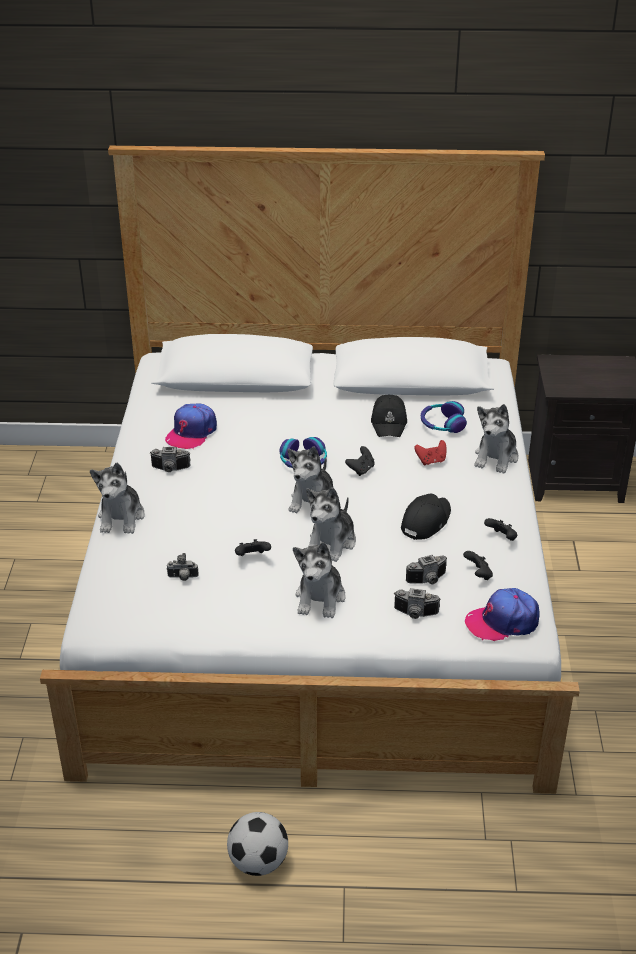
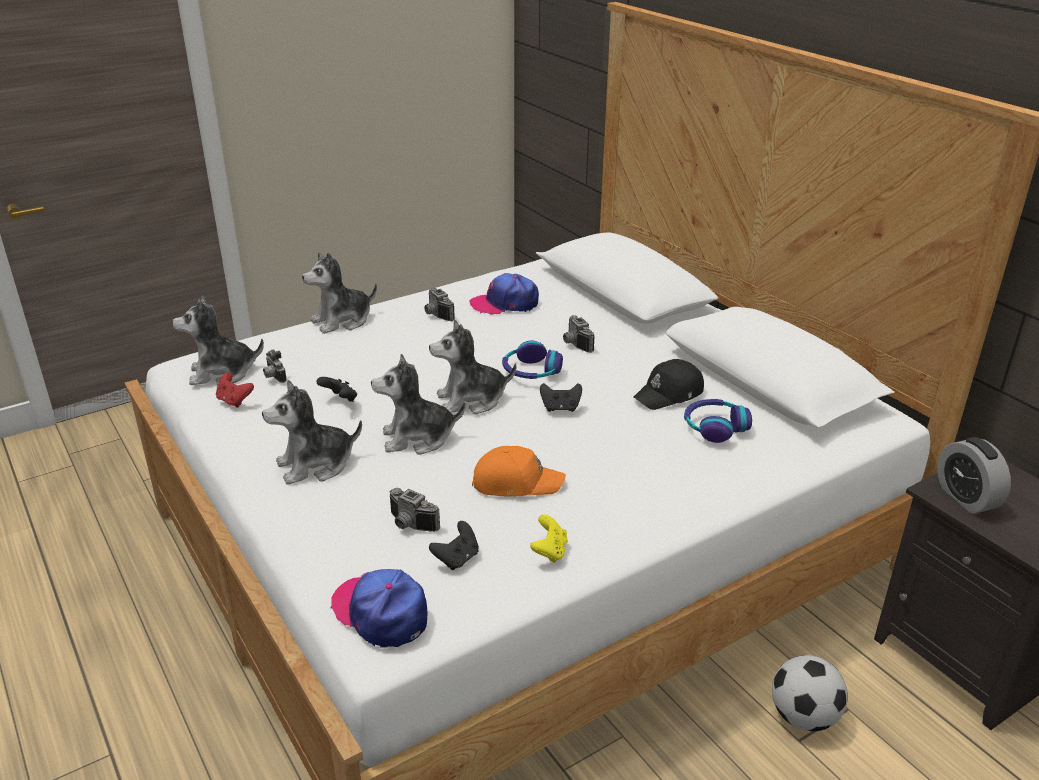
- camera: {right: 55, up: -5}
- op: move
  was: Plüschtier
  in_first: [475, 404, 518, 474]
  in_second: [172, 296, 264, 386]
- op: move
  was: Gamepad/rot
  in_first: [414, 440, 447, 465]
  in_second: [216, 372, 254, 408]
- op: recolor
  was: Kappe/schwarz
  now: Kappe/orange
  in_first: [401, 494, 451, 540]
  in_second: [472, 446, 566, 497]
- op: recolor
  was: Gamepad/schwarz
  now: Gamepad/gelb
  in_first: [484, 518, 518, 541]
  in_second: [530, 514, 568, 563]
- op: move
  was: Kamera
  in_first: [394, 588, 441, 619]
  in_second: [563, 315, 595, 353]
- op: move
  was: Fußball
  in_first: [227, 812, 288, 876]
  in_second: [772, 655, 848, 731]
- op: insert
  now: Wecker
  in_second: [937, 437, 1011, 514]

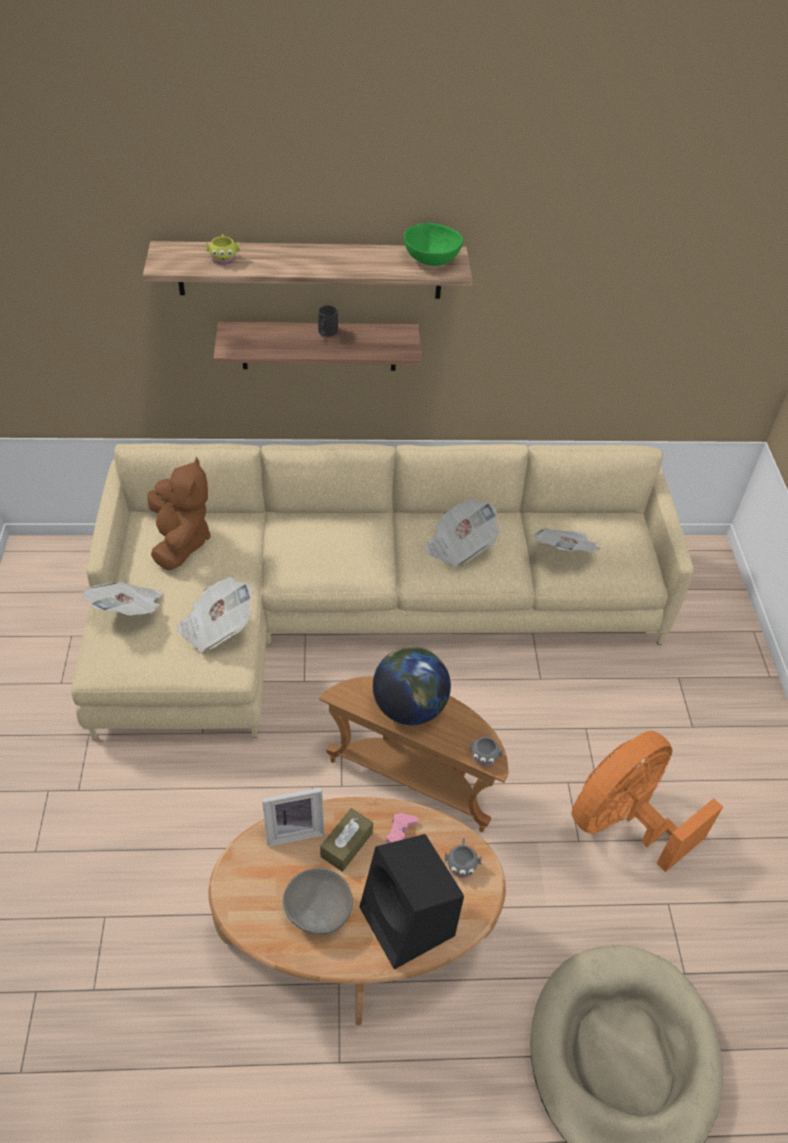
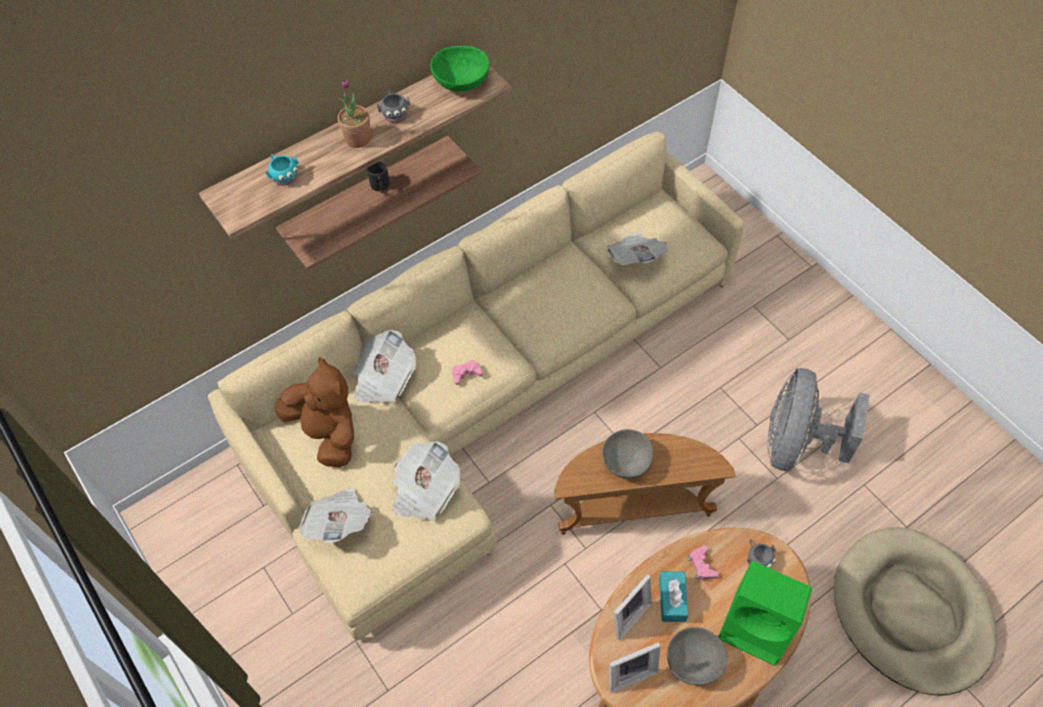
- camera: {right: -30, up: 10}
- op: recolor
  was: Henkelbecher/gelb
  now: Henkelbecher/türkis
  in_first: [206, 234, 239, 265]
  in_second: [266, 154, 299, 186]
- op: insert
  now: Topfpflanze
  in_second: [338, 79, 371, 148]
- op: move
  was: Zeitung
  in_first: [424, 499, 499, 568]
  in_second: [353, 330, 416, 404]
- op: move
  was: Henkelbecher/grau
  in_first: [469, 732, 503, 766]
  in_second: [377, 90, 410, 122]
- op: insert
  now: Gamepad/rosa
  in_second: [452, 360, 483, 385]
- op: replace
  was: Globus
  now: Schüssel/grau
  in_first: [373, 647, 451, 725]
  in_second: [602, 429, 653, 479]
- op: insert
  now: Bilderrahmen
  in_second: [609, 642, 660, 693]
- op: recolor
  was: Taschentuchbox/braun
  now: Taschentuchbox/türkis
  in_first: [320, 808, 373, 872]
  in_second: [659, 571, 688, 622]
- op: recolor
  was: Lautsprecher/schwarz
  now: Lautsprecher/grün
  in_first: [360, 834, 464, 969]
  in_second: [718, 561, 812, 666]
- op: recolor
  was: Ventilator/orange
  now: Ventilator/grau
  in_first: [572, 731, 723, 872]
  in_second: [768, 368, 870, 471]

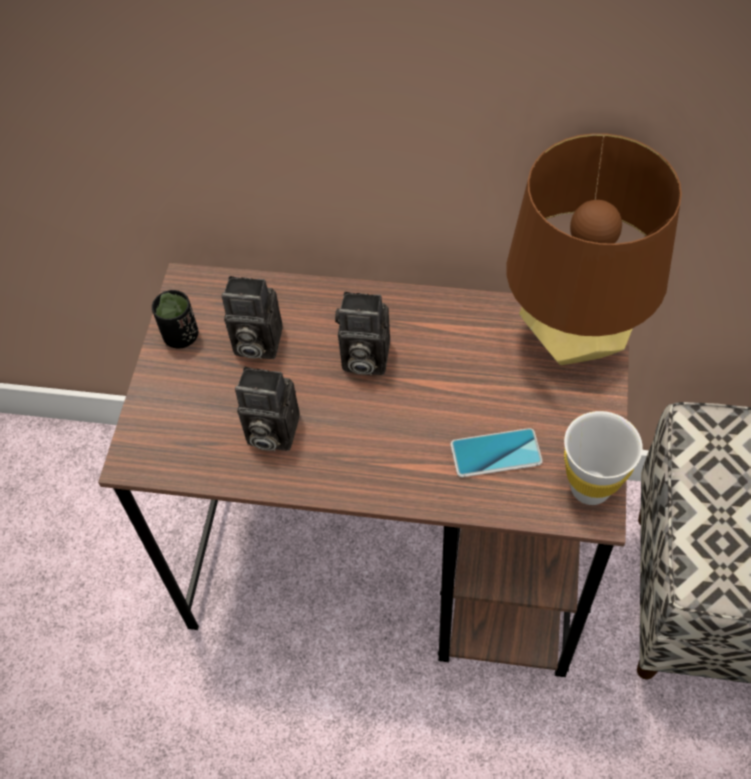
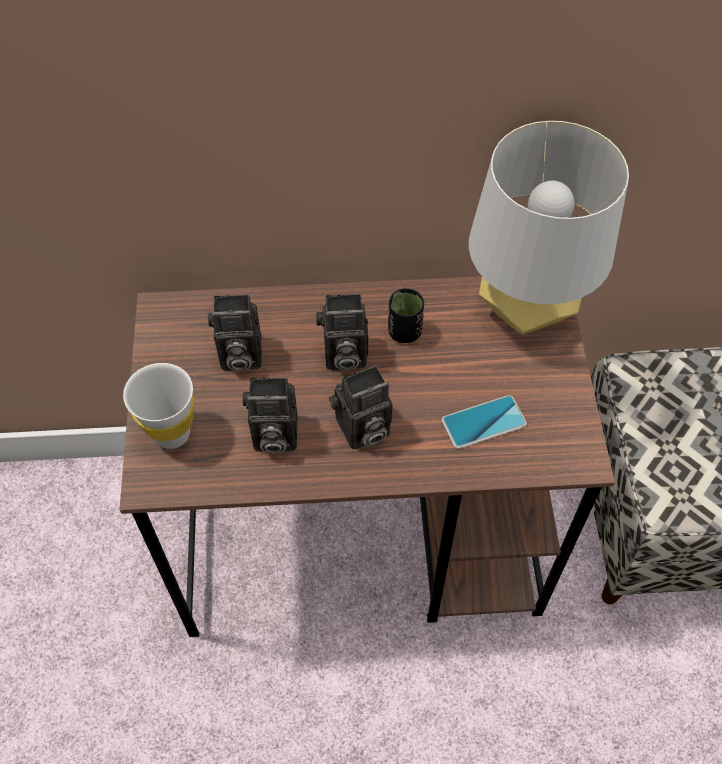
- camera: {right: -15, up: 0}
- op: move
  was: Tasse/weiß
  in_first: [564, 411, 643, 505]
  in_second: [123, 363, 194, 449]
- op: insert
  now: Kamera
  in_second: [329, 366, 393, 449]
- op: move
  was: Tasse/schwarz
  in_first: [152, 290, 198, 349]
  in_second: [388, 288, 425, 343]
- op: recolor
  was: Tischlampe/braun
  now: Tischlampe/grau
  in_first: [506, 133, 682, 365]
  in_second: [469, 121, 629, 335]

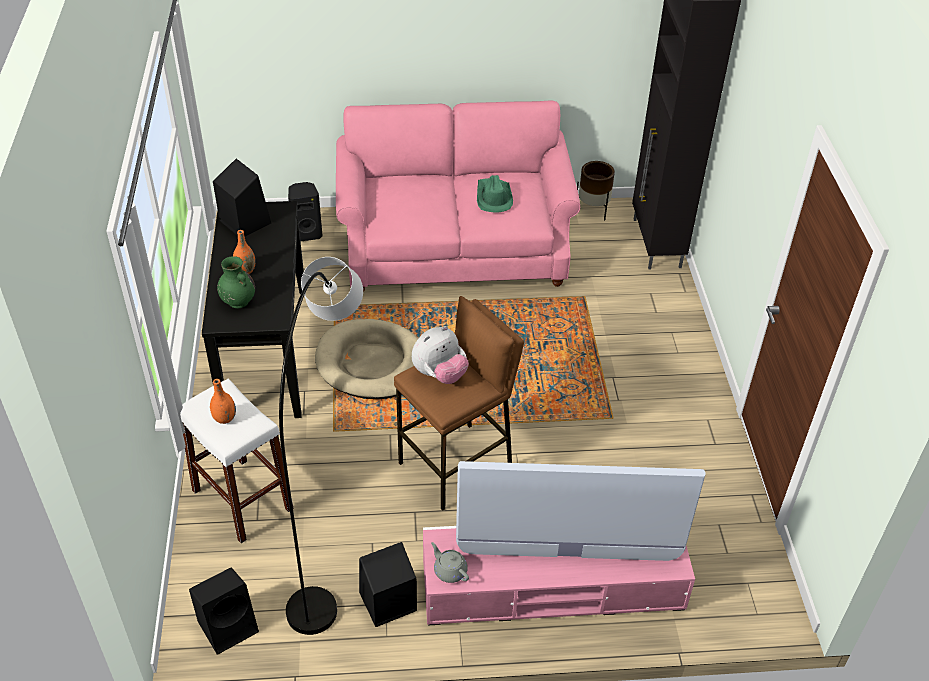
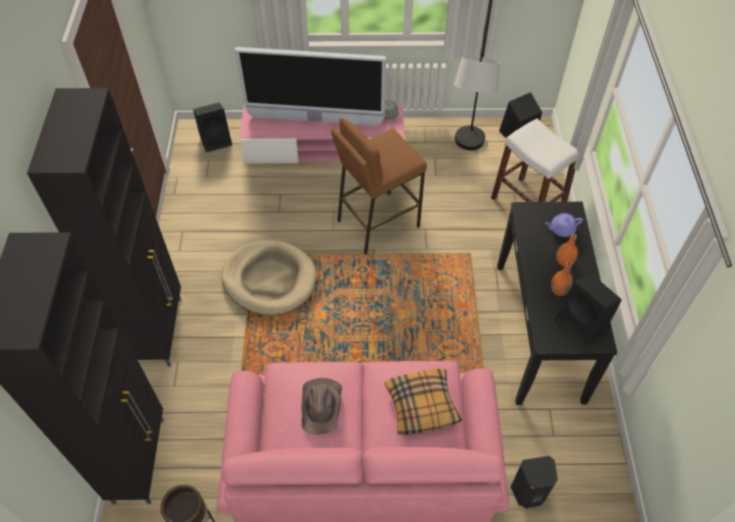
- camera: {right: -175, up: 10}
- op: insert
  now: Schrank/schwarz
  in_second: [27, 88, 181, 367]
- op: move
  was: Lautsprecher/schwarz
  in_first: [359, 542, 417, 627]
  in_second: [193, 103, 232, 152]
- op: move
  was: Hundebett/beige
  in_first: [315, 319, 419, 399]
  in_second: [221, 240, 317, 315]
- op: recolor
  was: Hut/grün
  now: Hut/braun
  in_first: [477, 175, 513, 213]
  in_second: [302, 378, 342, 435]
- op: insert
  now: Kissen
  in_second: [384, 369, 462, 435]
- op: replace
  was: Vase/grün
  now: Teekanne/lila
  in_first: [217, 256, 255, 308]
  in_second: [545, 213, 583, 237]
- op: move
  was: Vase/orange
  in_first: [210, 379, 236, 424]
  in_second: [551, 261, 573, 296]
- op: delete
  was: Plüschtier
  in_first: [412, 326, 469, 384]

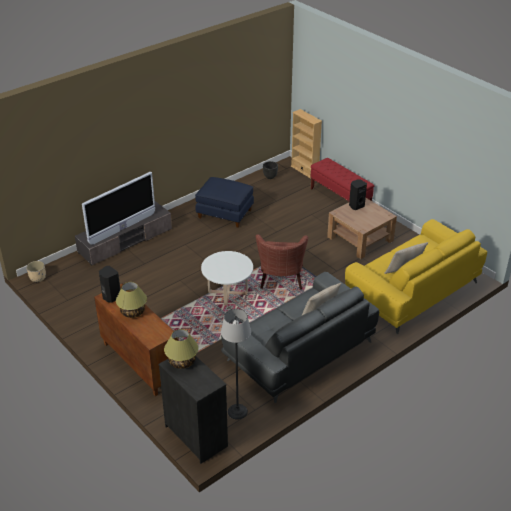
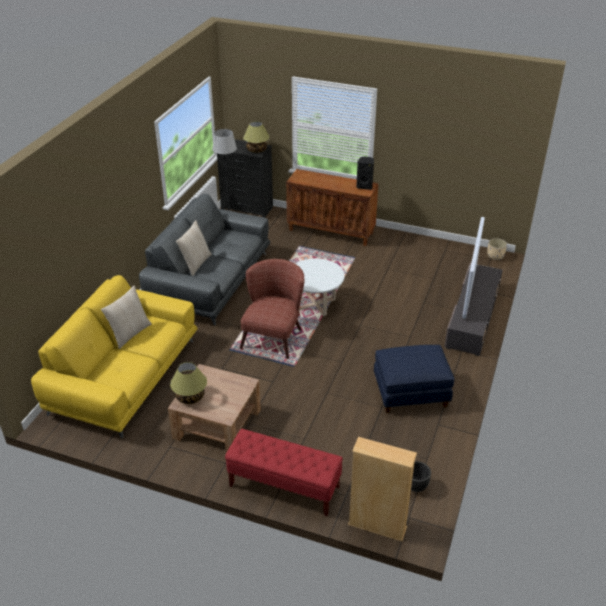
- camera: {right: 150, up: 0}
- op: move
  was: Tischlampe
  in_first: [116, 282, 147, 318]
  in_second: [170, 362, 207, 404]
- op: rotate
  was: Sessel/braun
  in_first: [256, 234, 308, 290]
  in_second: [240, 259, 304, 359]
  clockwise: 45
- op: delete
  was: Lautsprecher/schwarz
  in_first: [349, 180, 367, 210]

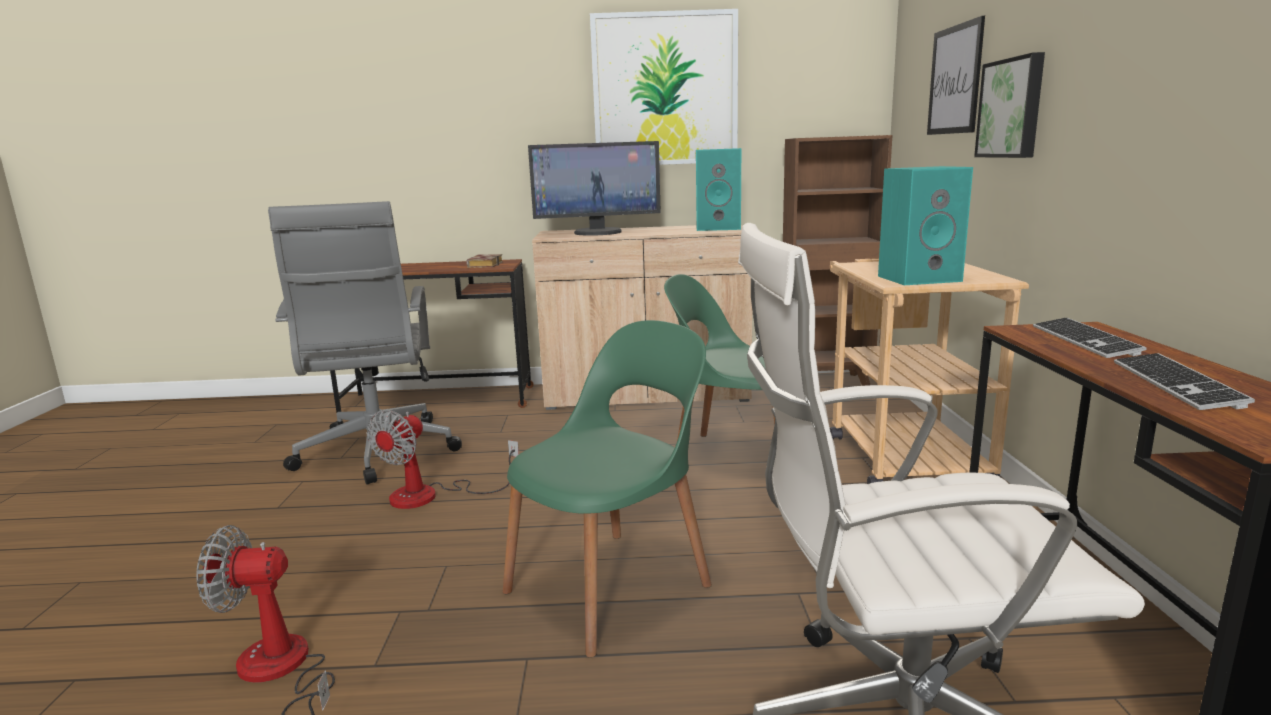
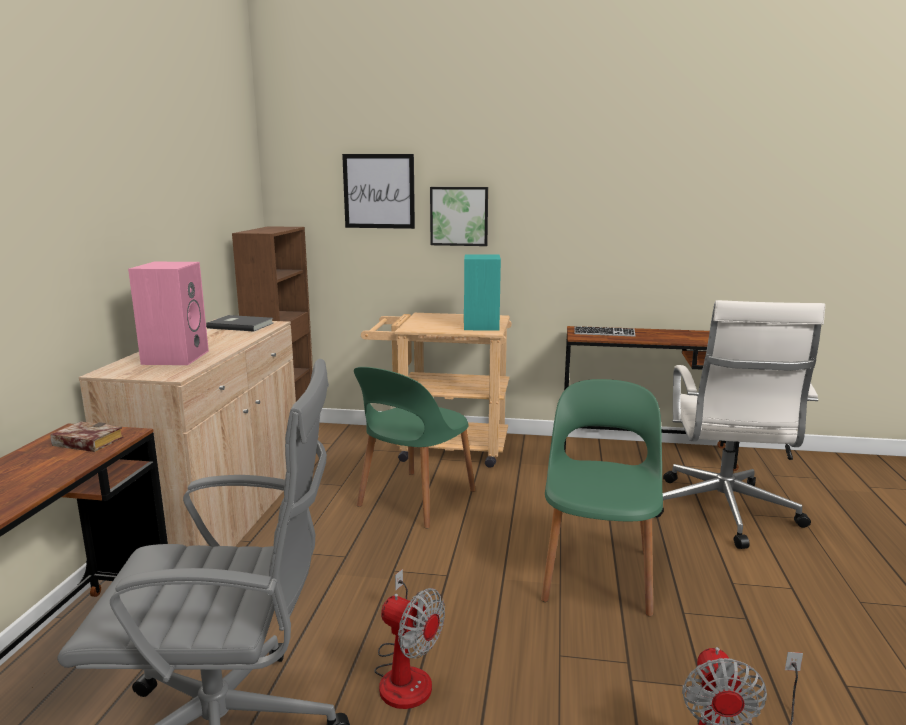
- camera: {right: -80, up: 0}
- op: replace
  was: Monitor
  now: Lautsprecher/rosa
  in_first: [528, 141, 661, 236]
  in_second: [128, 262, 209, 365]
- op: replace
  was: Lautsprecher/türkis
  now: Buch/grau
  in_first: [696, 148, 741, 231]
  in_second: [206, 315, 273, 332]
- op: rotate
  was: Stuhl/grün
  in_first: [503, 320, 712, 658]
  in_second: [541, 379, 663, 617]
  clockwise: 45
- op: delete
  was: Bild
  in_first: [590, 9, 738, 165]
- op: delete
  was: Tastatur
  in_first: [1114, 353, 1255, 410]

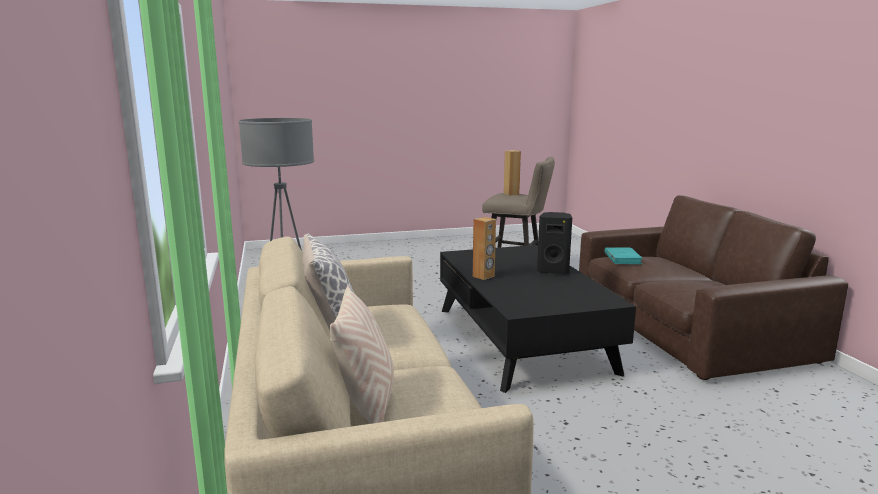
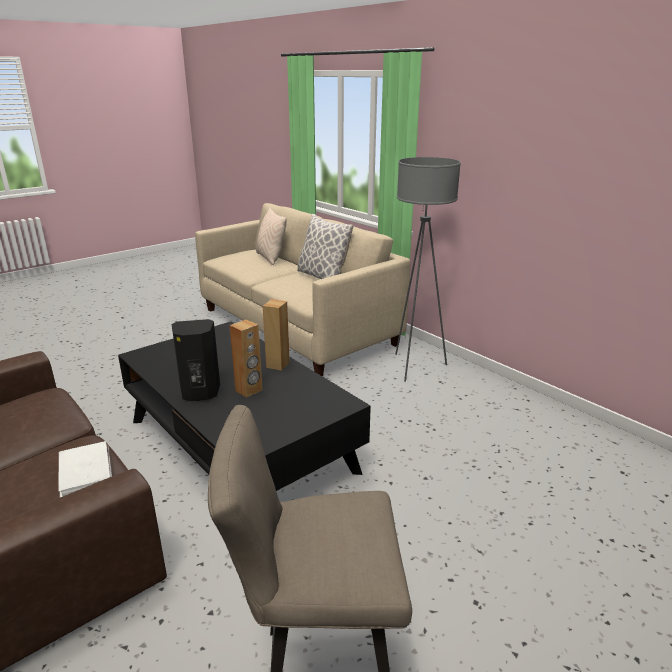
- camera: {right: 155, up: 10}
- op: recolor
  was: Buch/türkis
  now: Buch/weiß
  in_first: [604, 247, 642, 264]
  in_second: [58, 441, 112, 497]
- op: move
  was: Lautsprecher/braun
  in_first: [504, 150, 521, 196]
  in_second: [230, 319, 263, 398]

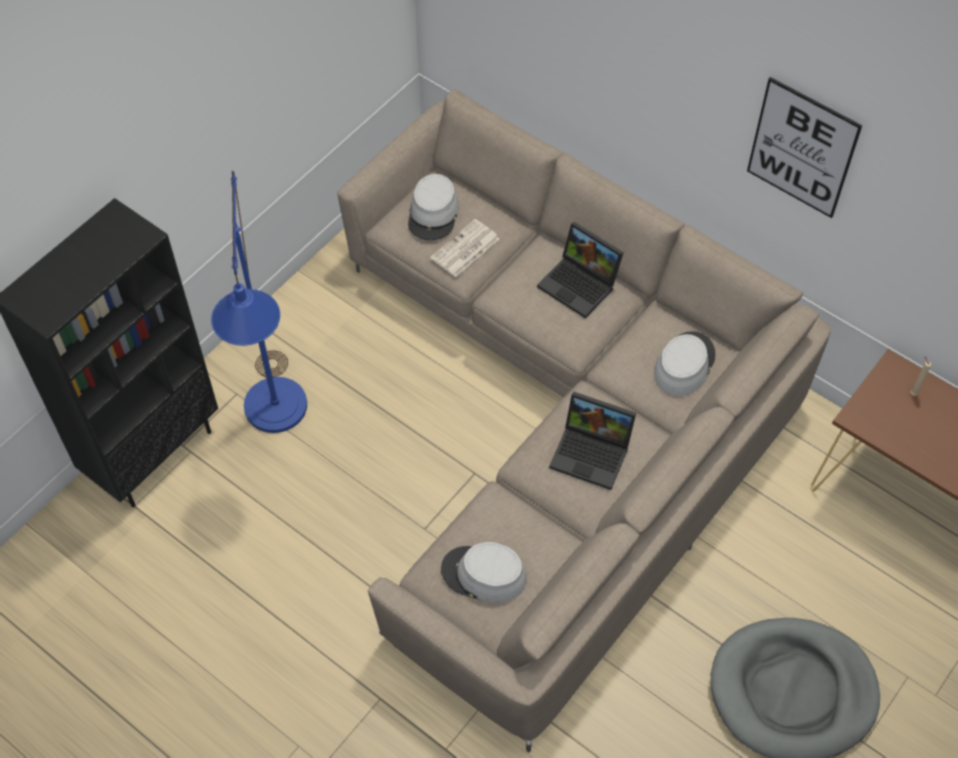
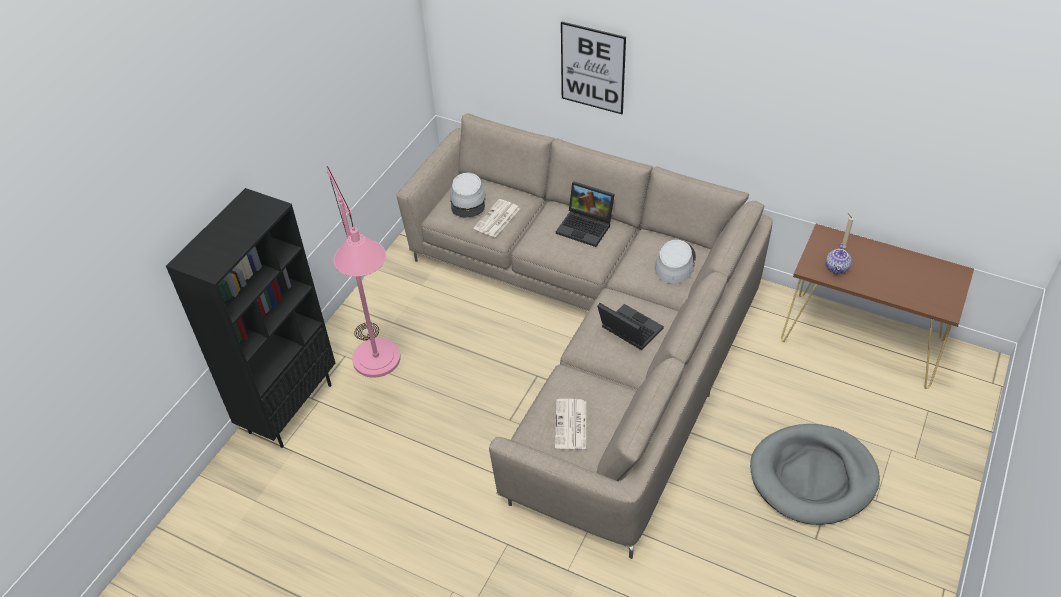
- camera: {right: -10, up: -10}
- op: recolor
  was: Stehlampe/blau
  now: Stehlampe/rosa
  in_first: [211, 171, 307, 433]
  in_second: [327, 166, 401, 378]
- op: replace
  was: Hut/grau
  now: Zeitung
  in_first: [441, 542, 527, 603]
  in_second: [555, 399, 586, 449]
- op: move
  was: Bild
  in_first: [747, 77, 862, 218]
  in_second: [561, 22, 626, 114]
- op: rotate
  was: Laptop
  in_first: [549, 391, 636, 490]
  in_second: [597, 303, 664, 350]
  clockwise: -150
- op: insert
  now: Teekanne
  in_second: [826, 243, 852, 275]

